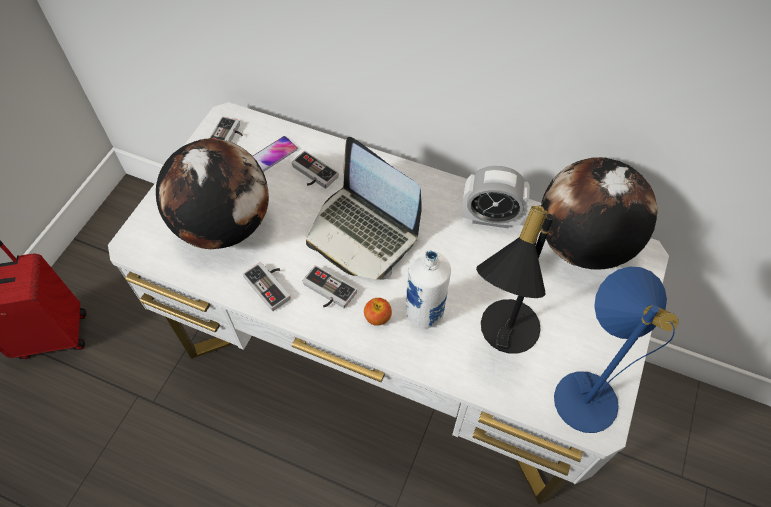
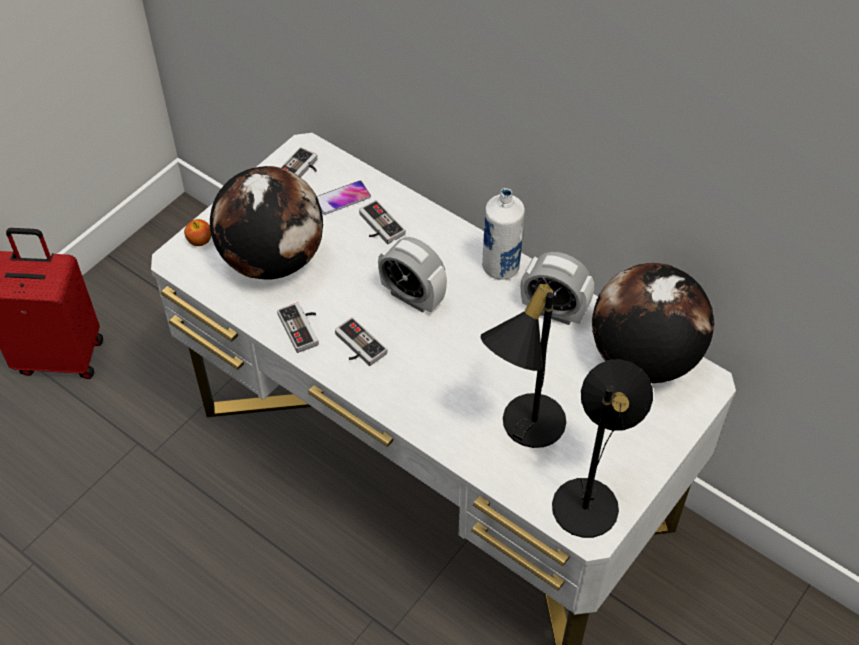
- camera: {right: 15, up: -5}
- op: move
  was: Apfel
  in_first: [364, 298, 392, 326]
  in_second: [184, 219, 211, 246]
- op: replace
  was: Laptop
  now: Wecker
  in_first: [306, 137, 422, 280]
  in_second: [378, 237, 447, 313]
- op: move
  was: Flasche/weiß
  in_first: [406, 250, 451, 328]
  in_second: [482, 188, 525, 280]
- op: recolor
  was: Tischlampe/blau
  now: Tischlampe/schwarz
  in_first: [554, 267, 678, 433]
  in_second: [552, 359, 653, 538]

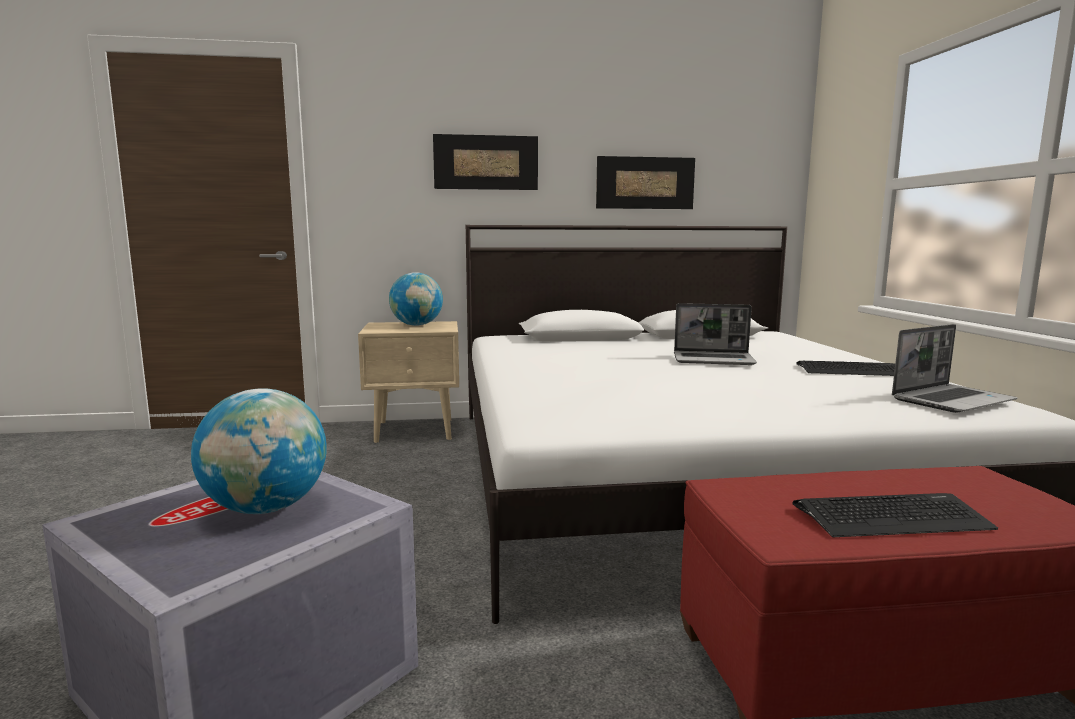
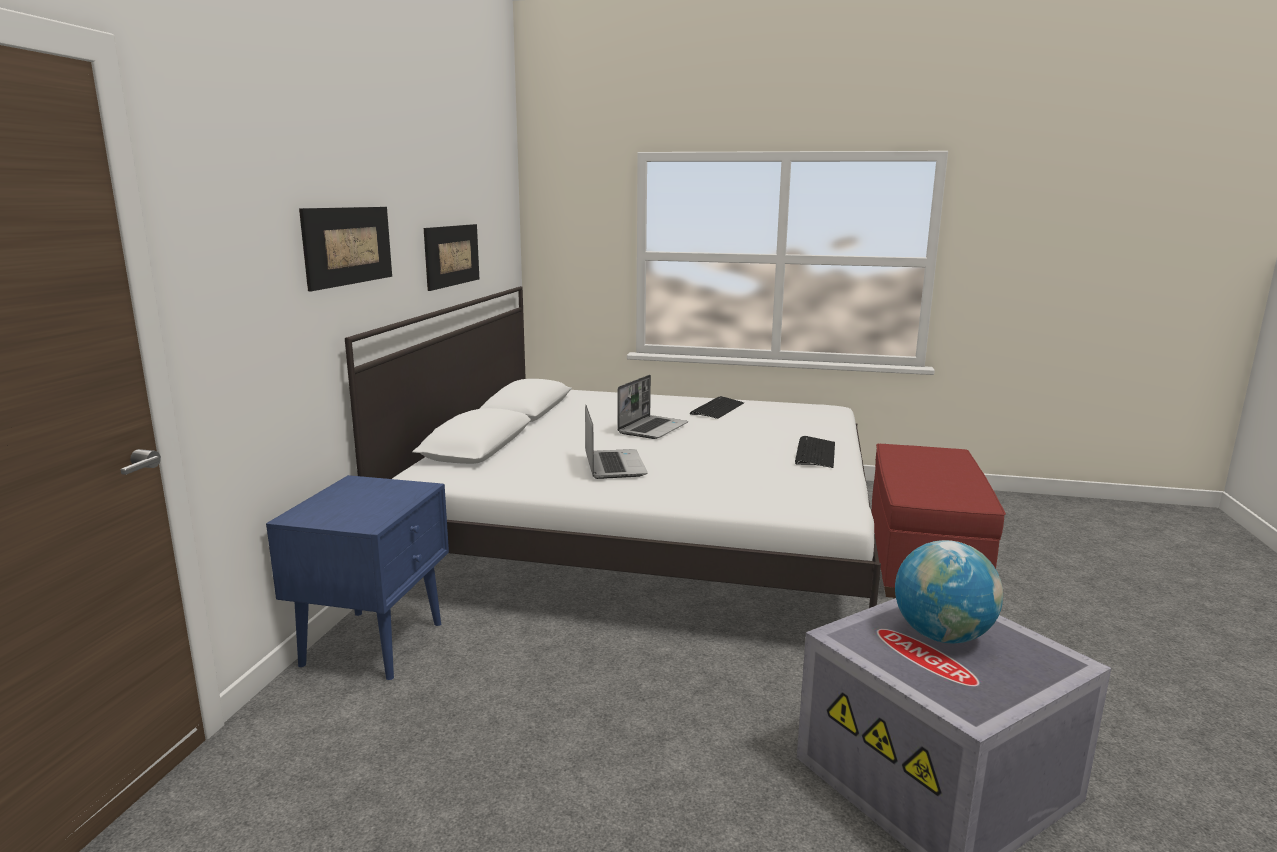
- camera: {right: -70, up: 5}
- op: recolor
  was: Nachttisch/beige
  now: Nachttisch/blau
  in_first: [358, 321, 459, 443]
  in_second: [266, 475, 449, 680]
- op: move
  was: Laptop
  in_first: [892, 324, 1017, 413]
  in_second: [585, 405, 648, 479]
- op: move
  was: Tastatur
  in_first: [792, 493, 998, 537]
  in_second: [795, 436, 835, 468]
- op: delete
  was: Globus
  in_first: [389, 272, 443, 326]

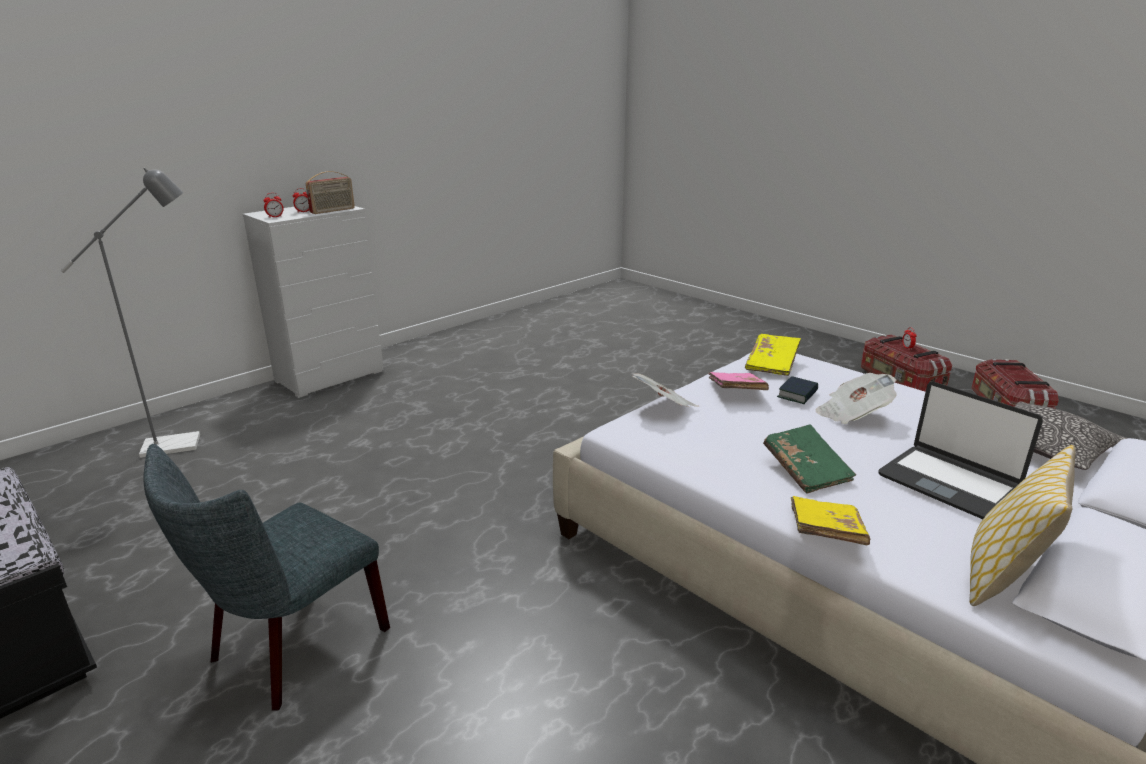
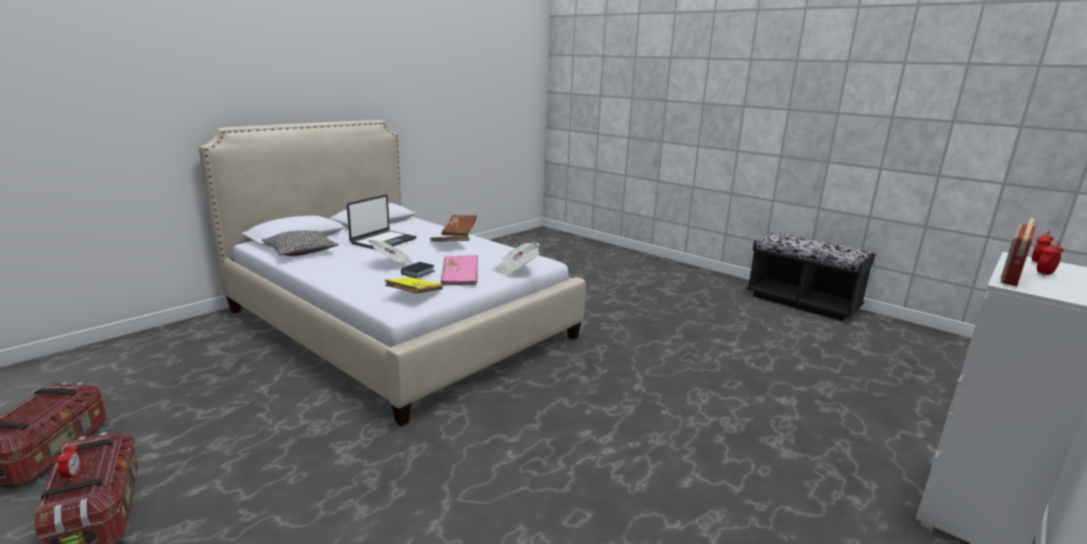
- camera: {right: 175, up: -5}
- op: rotate
  was: Laptop
  in_first: [878, 382, 1043, 519]
  in_second: [347, 195, 417, 250]
  clockwise: 75
- op: recolor
  was: Buch/gelb
  now: Buch/braun
  in_first: [791, 496, 870, 545]
  in_second: [441, 215, 477, 236]
- op: delete
  was: Stehlampe/grau
  in_first: [60, 168, 200, 458]
- op: delete
  was: Stuhl/grau
  in_first: [144, 444, 390, 710]
- op: delete
  was: Kissen
  in_first: [970, 445, 1076, 606]

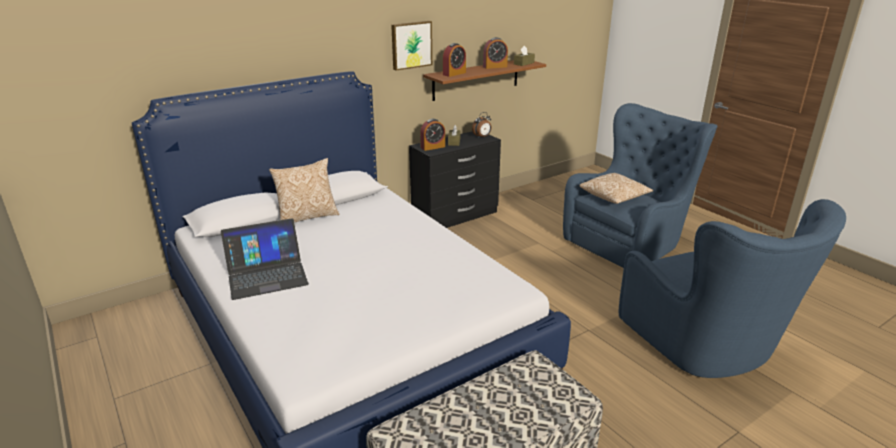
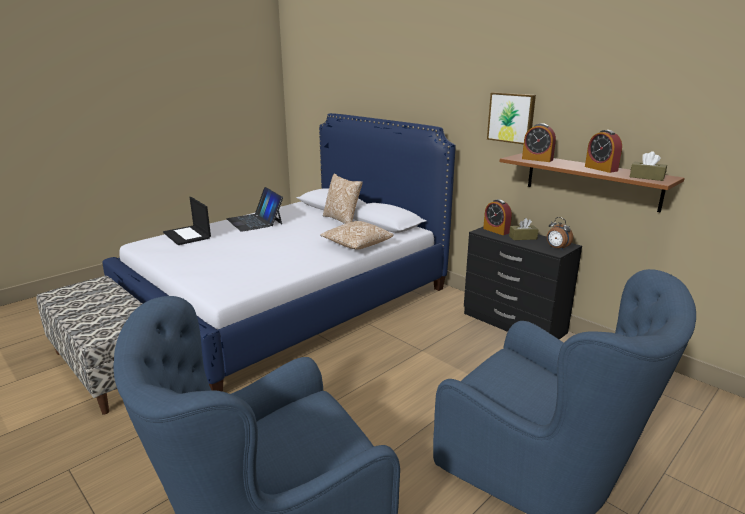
- camera: {right: 80, up: -5}
- op: insert
  now: Laptop
  in_second: [163, 197, 211, 245]
- op: move
  was: Kissen
  in_first: [580, 173, 653, 204]
  in_second: [320, 221, 394, 250]

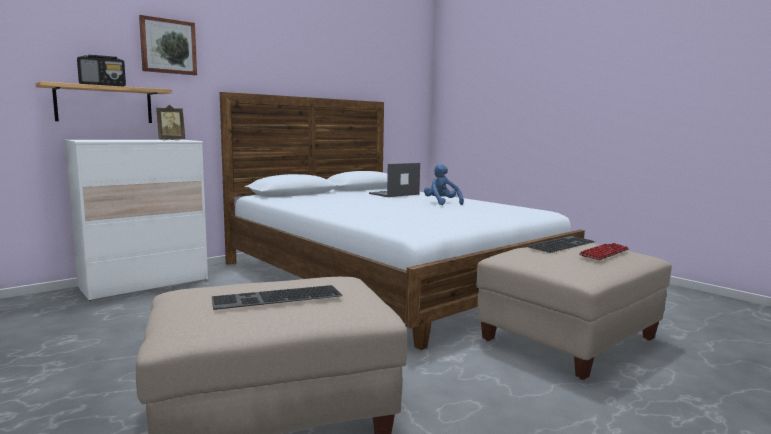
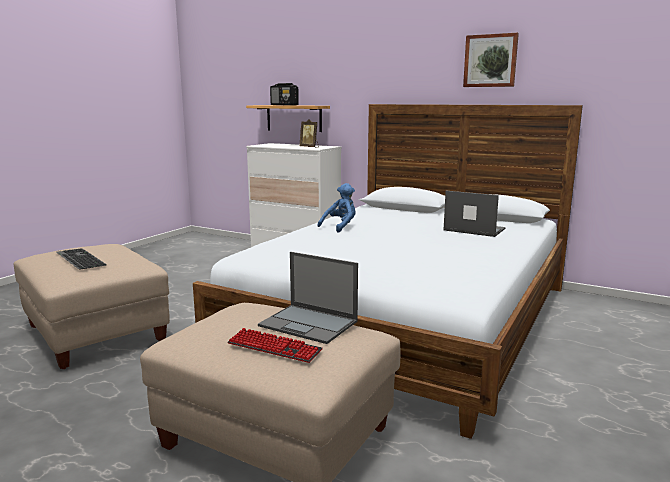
- camera: {right: 70, up: 5}
- op: replace
  was: Tastatur
  now: Laptop
  in_first: [527, 236, 595, 253]
  in_second: [258, 252, 358, 344]
- op: move
  was: Plüschtier/blau
  in_first: [424, 164, 464, 205]
  in_second: [317, 183, 356, 233]
- op: move
  was: Bild
  in_first: [139, 15, 197, 75]
  in_second: [463, 33, 519, 87]

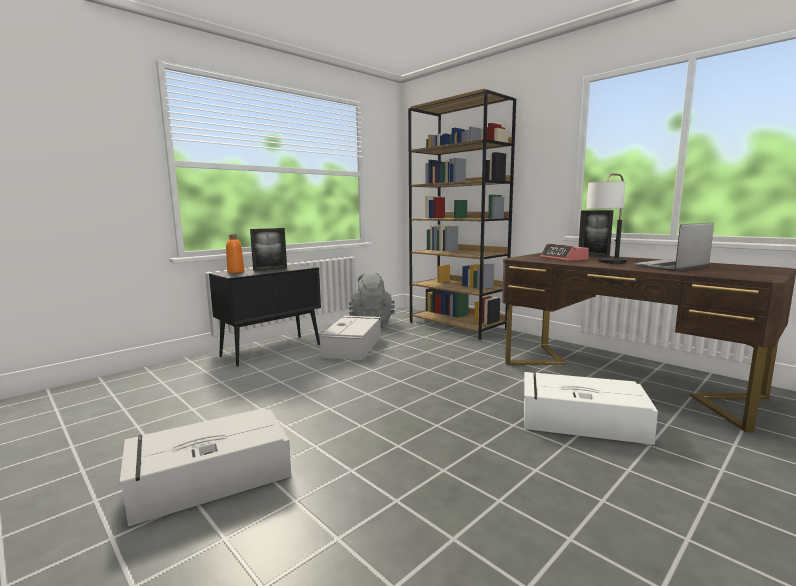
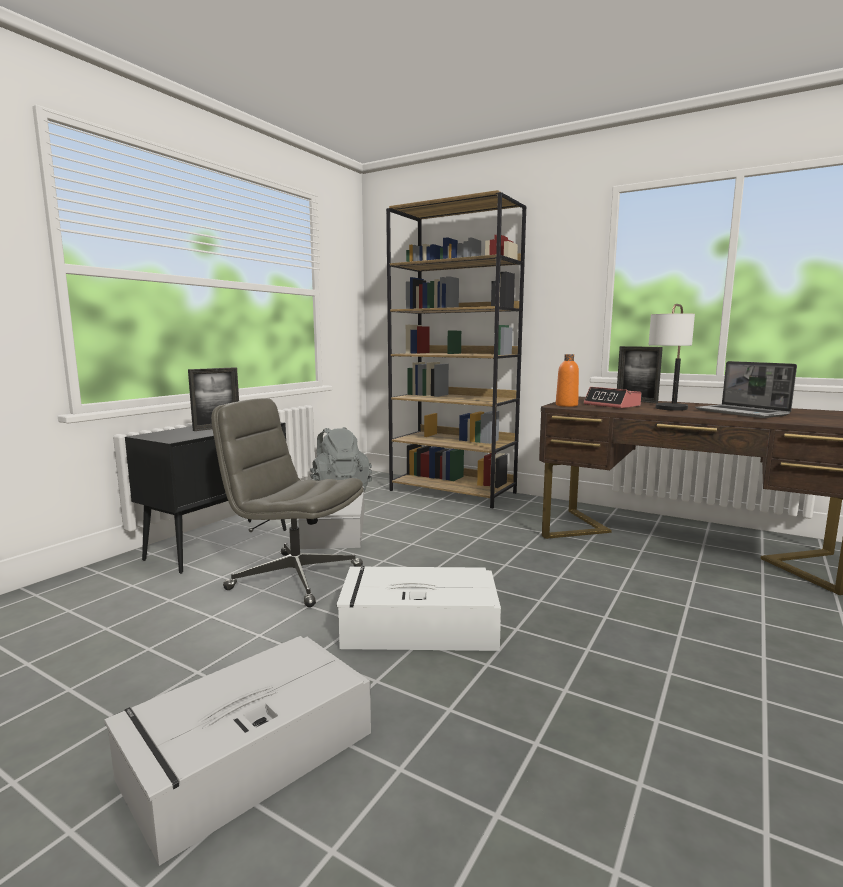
- camera: {right: -15, up: 0}
- op: insert
  now: Bürostuhl/grau
  in_second: [211, 398, 364, 607]
- op: move
  was: Aufbewahrungsbox/weiß
  in_first: [524, 372, 658, 445]
  in_second: [337, 566, 501, 651]
- op: move
  was: Flasche/orange
  in_first: [226, 234, 244, 273]
  in_second: [556, 354, 579, 407]
- op: rotate
  was: Laptop
  in_first: [633, 223, 714, 271]
  in_second: [695, 361, 797, 418]
  clockwise: -75

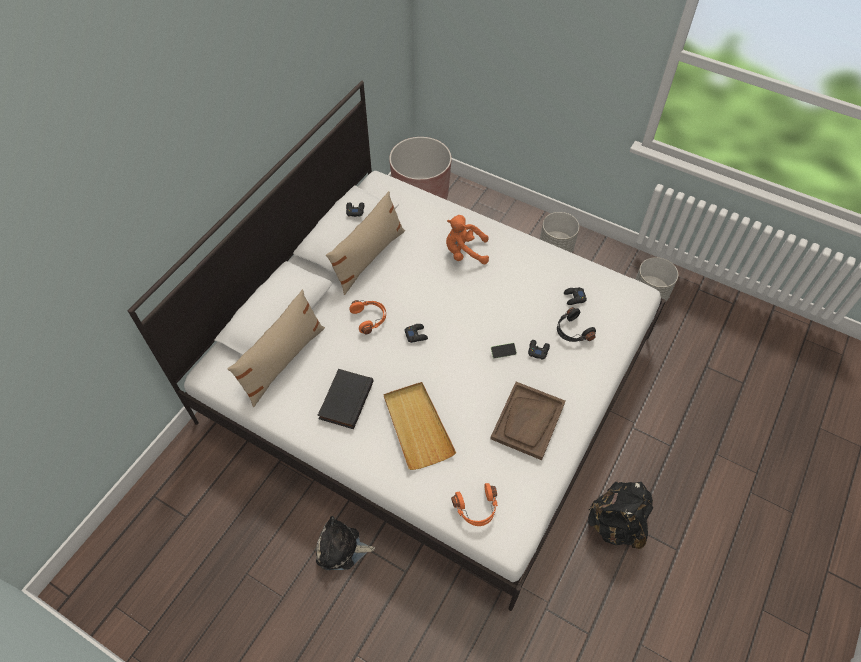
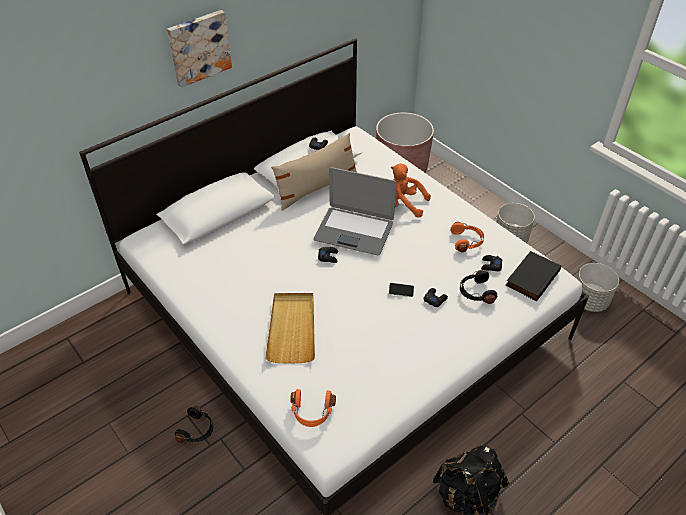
- camera: {right: 20, up: -10}
- op: insert
  now: Bild
  in_second: [167, 10, 232, 88]
- op: replace
  was: Plüschtier
  now: Kopfhörer/schwarz
  in_first: [316, 516, 375, 570]
  in_second: [175, 406, 213, 443]
- op: insert
  now: Laptop
  in_second: [314, 167, 396, 255]
- op: move
  was: Kopfhörer/orange
  in_first: [349, 300, 386, 335]
  in_second: [451, 222, 484, 252]
- op: move
  was: Buch/schwarz
  in_first: [318, 369, 373, 429]
  in_second: [506, 251, 561, 301]
- op: delete
  was: Kissen/beige
  in_first: [228, 289, 325, 407]
- op: delete
  was: Tablett/braun
  in_first: [490, 382, 565, 460]

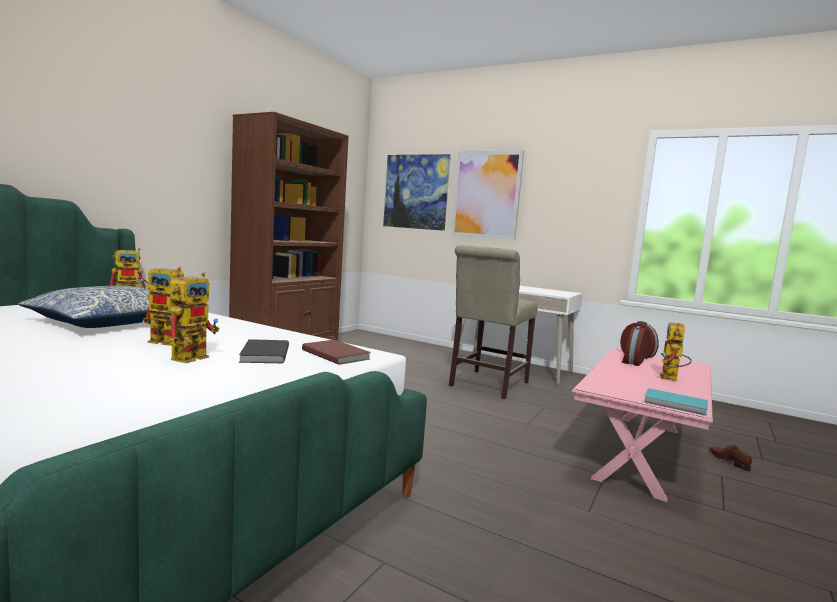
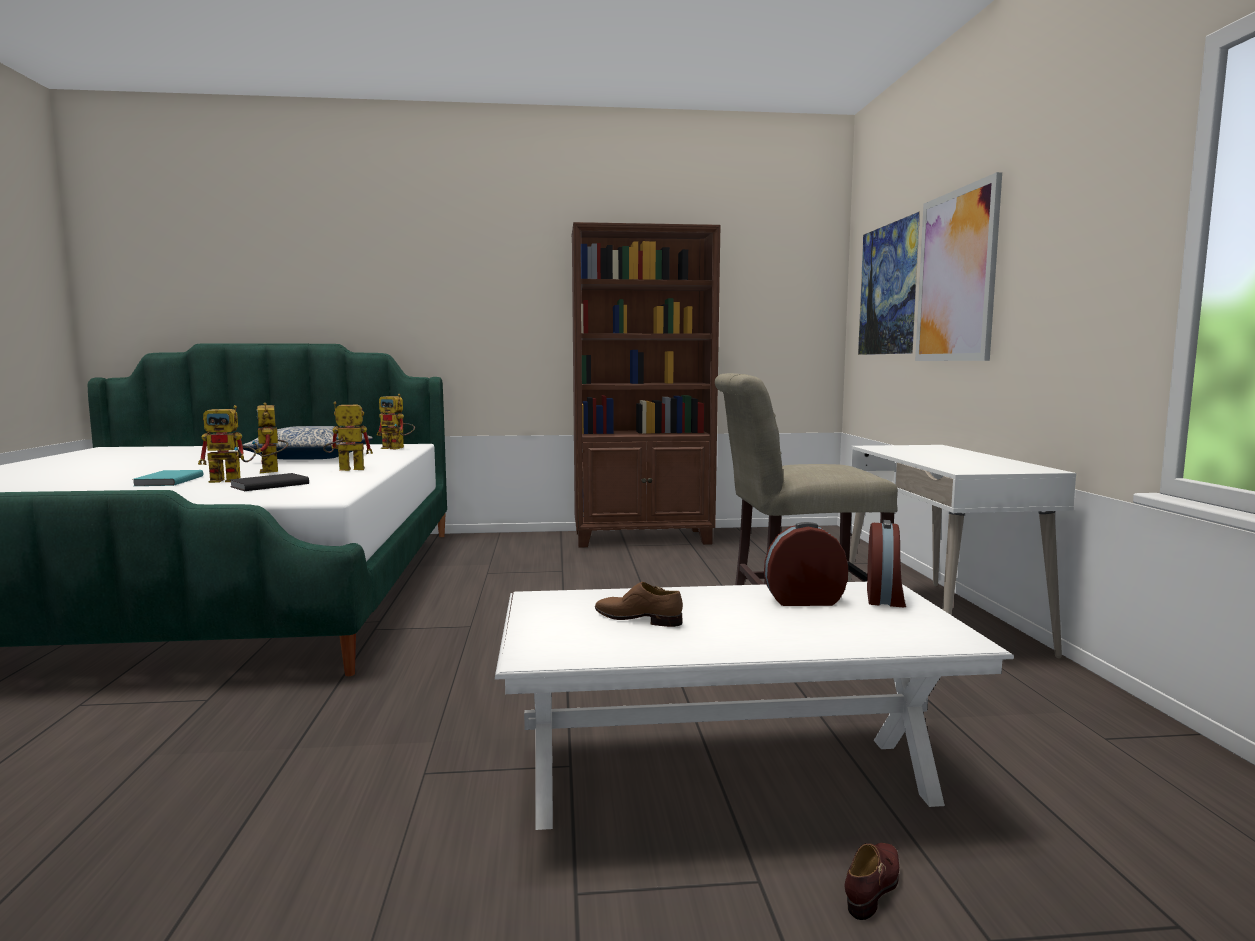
- camera: {right: 55, up: 0}
- op: move
  was: Buch/türkis
  in_first: [644, 388, 708, 416]
  in_second: [133, 470, 203, 486]
- op: move
  was: Spielzeugroboter
  in_first: [660, 322, 692, 381]
  in_second: [323, 402, 373, 471]
- op: recolor
  was: Couchtisch/rosa
  now: Couchtisch/weiß
  in_first: [572, 348, 713, 502]
  in_second: [495, 582, 1014, 830]
- op: insert
  now: Schuh/braun
  in_second: [595, 582, 683, 627]
- op: delete
  was: Buch/braun
  in_first: [302, 340, 371, 365]

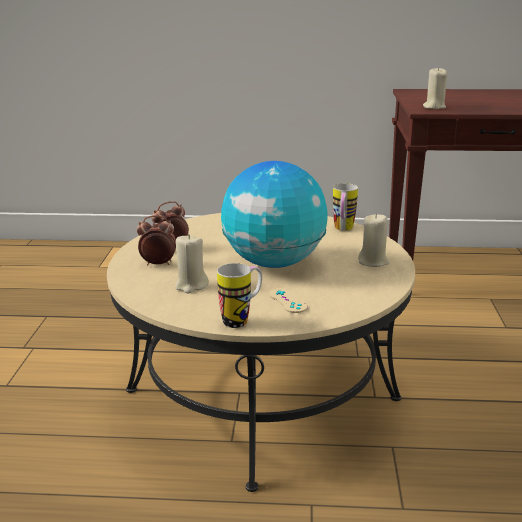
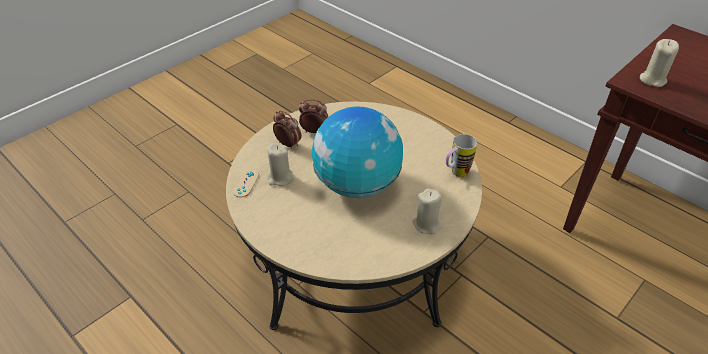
- camera: {right: 40, up: 20}
- op: move
  was: Gamepad/beige
  in_first: [269, 288, 308, 313]
  in_second: [233, 169, 259, 197]
- op: delete
  was: Henkelbecher
  in_first: [217, 263, 262, 328]

